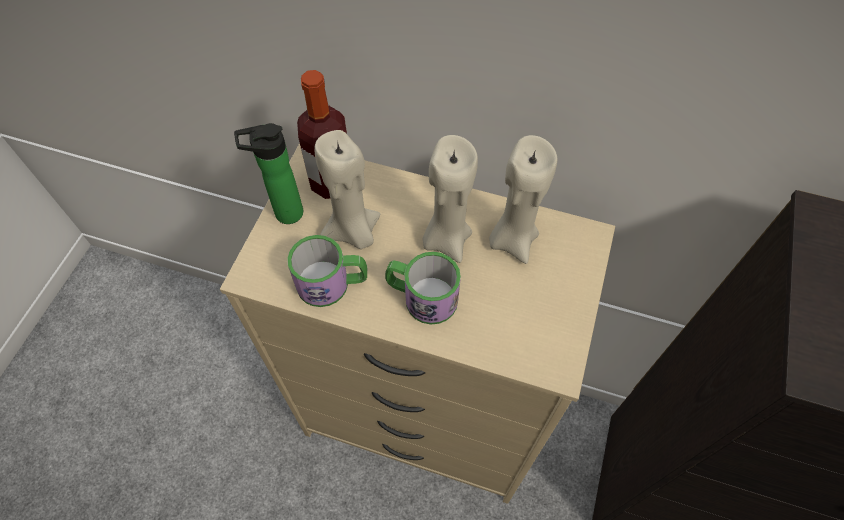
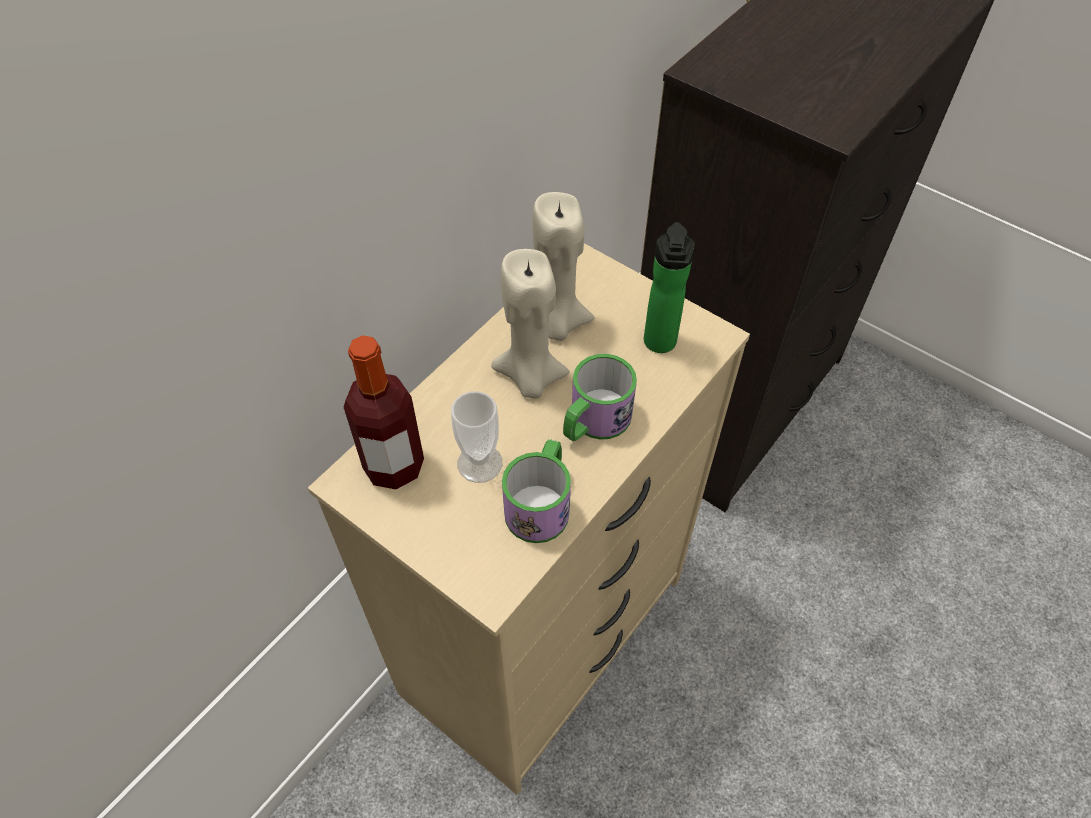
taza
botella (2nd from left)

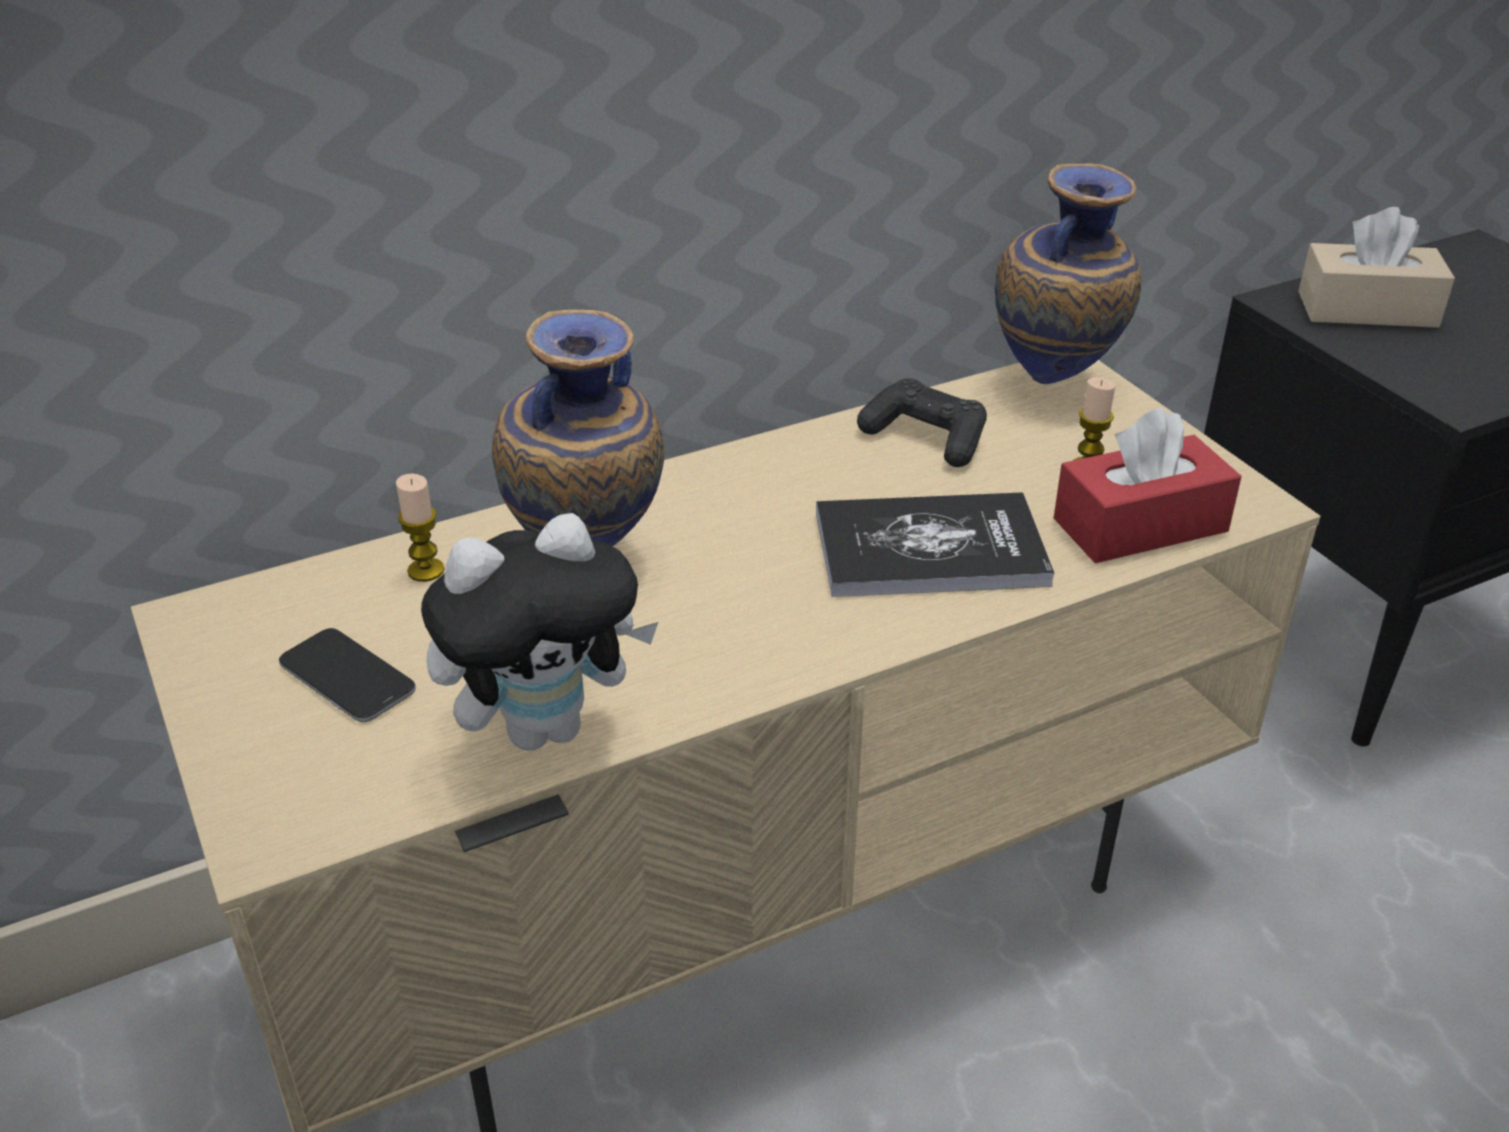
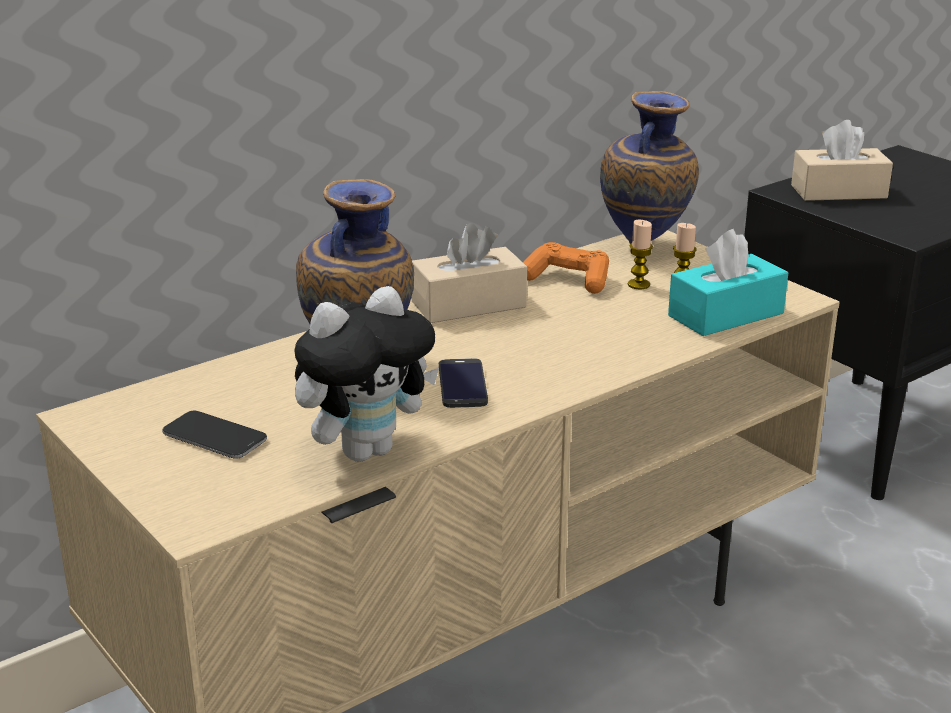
caja de pañuelos [beis] (1st from left)
móvil (2nd from left)
mando de consola [naranja]
vela (1st from left)
caja de pañuelos [turquesa]
libro

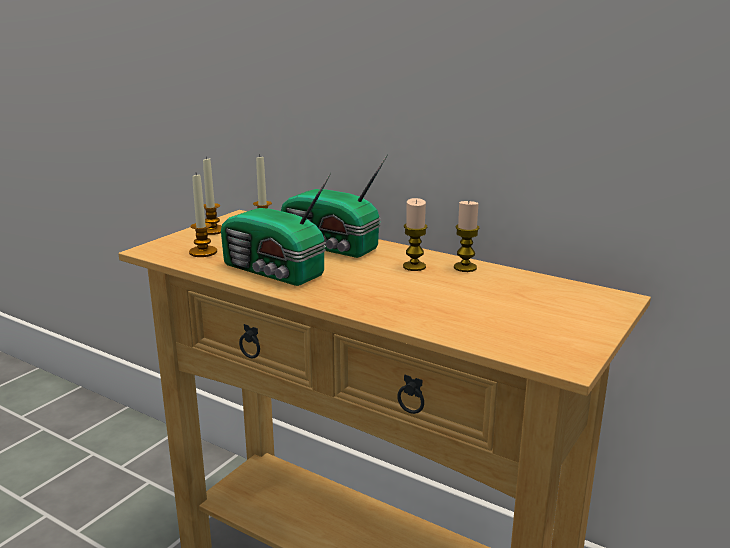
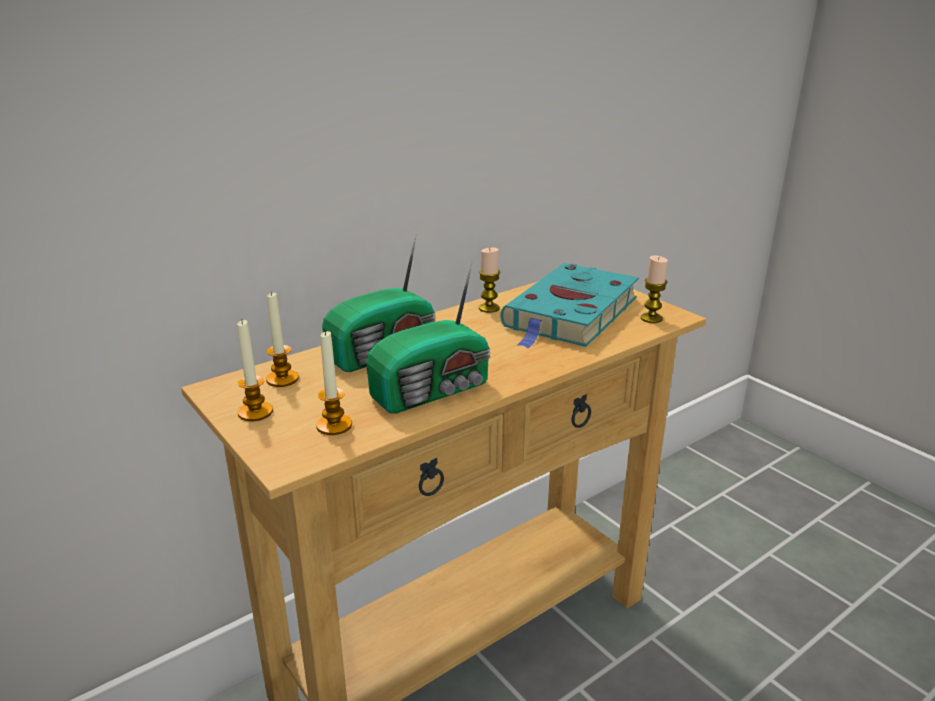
libro [turquesa]
vela (5th from left)

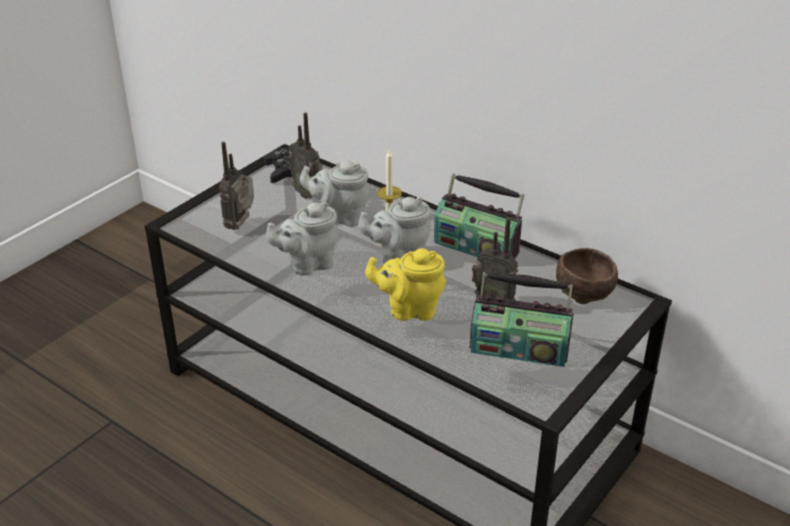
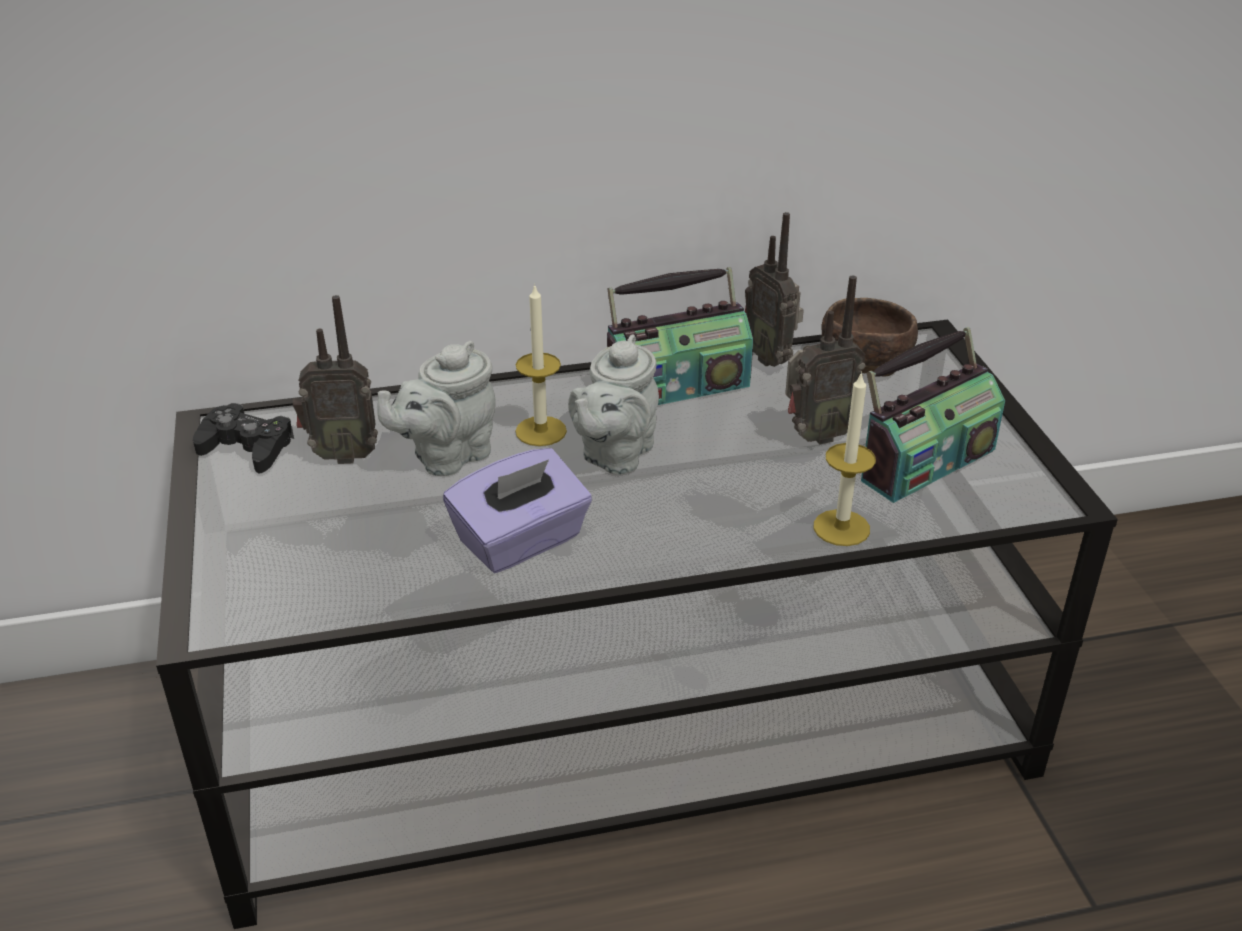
caja de pañuelos [morado]
radio (3rd from left)
vela (2nd from left)
tetera [amarillo]

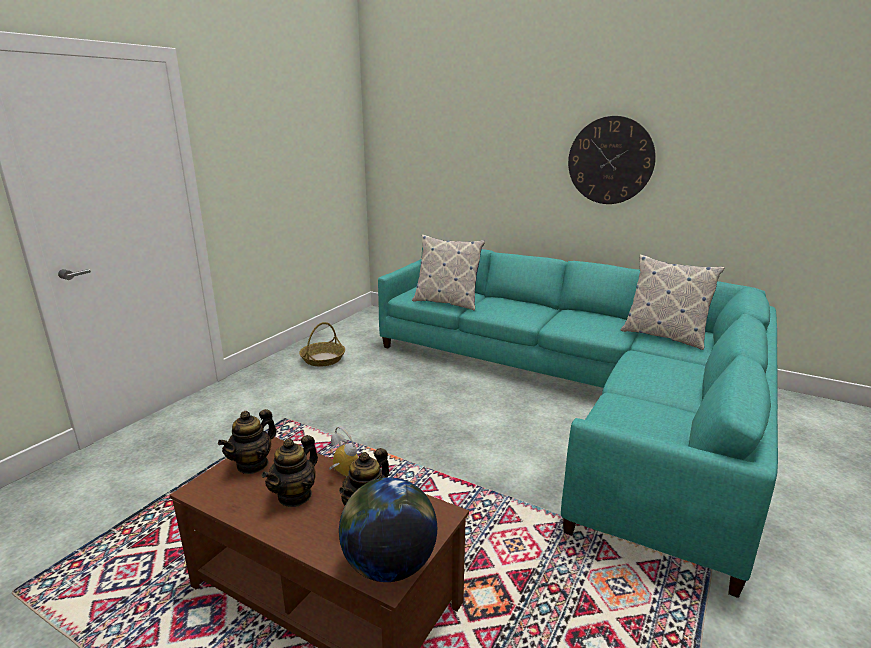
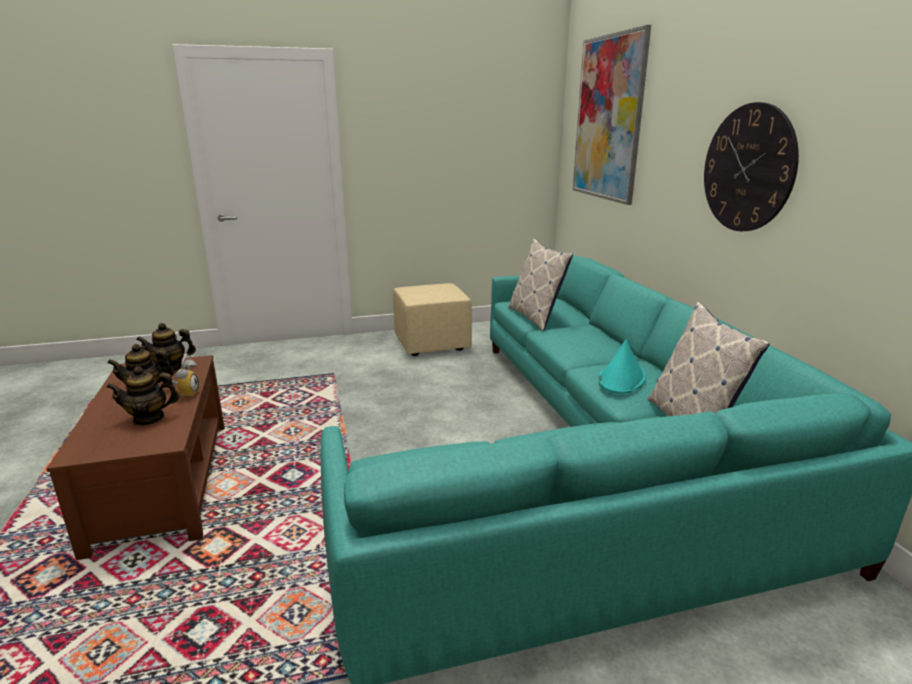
puf [beis]
cuadro
sombrero [turquesa]
globo terráqueo

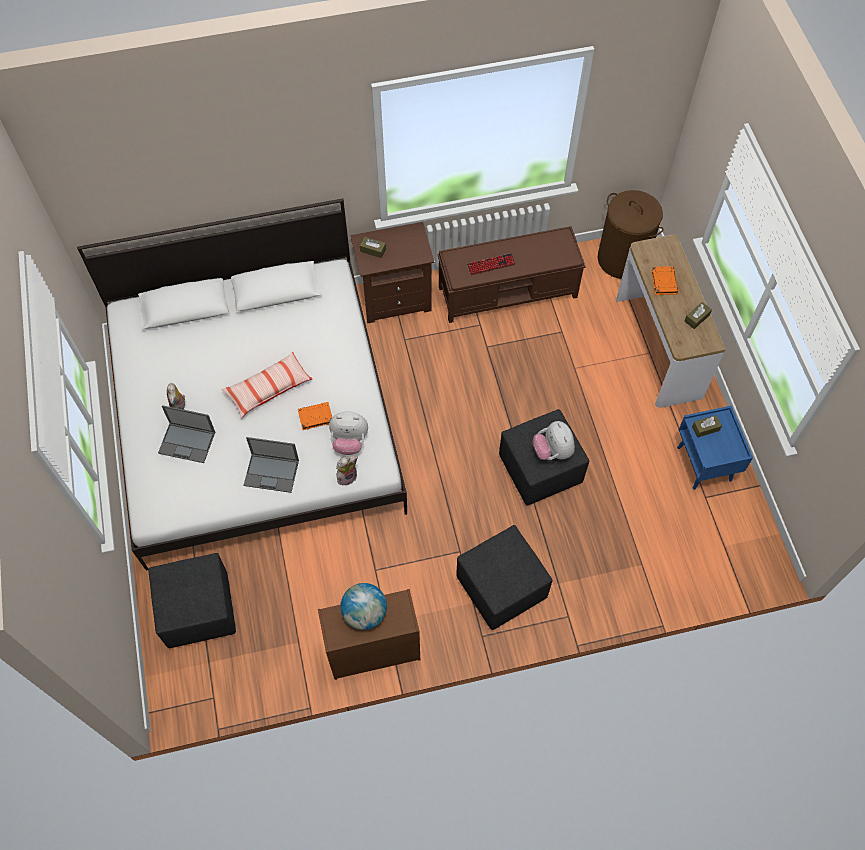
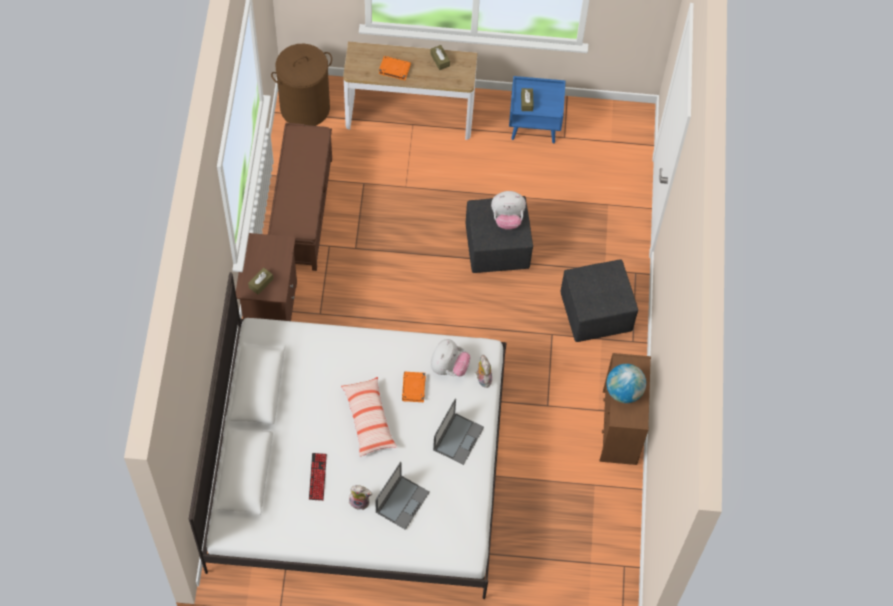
teclado
puf [negro] (1st from left in the first image)

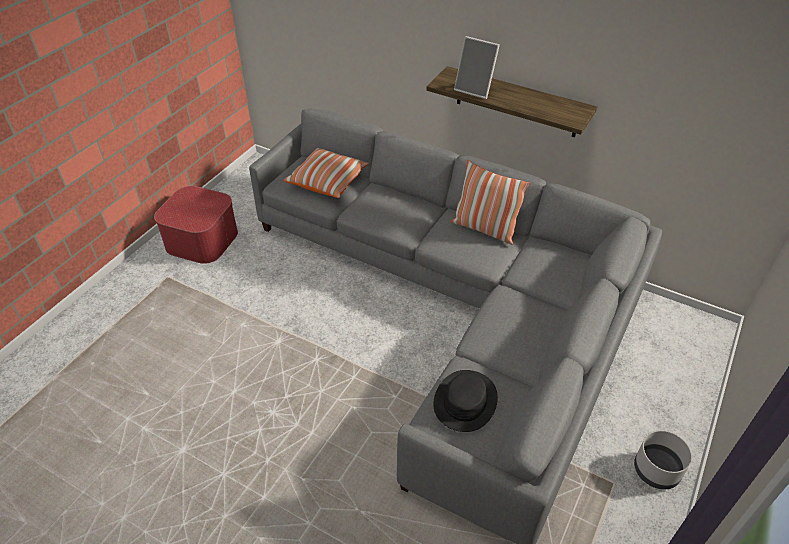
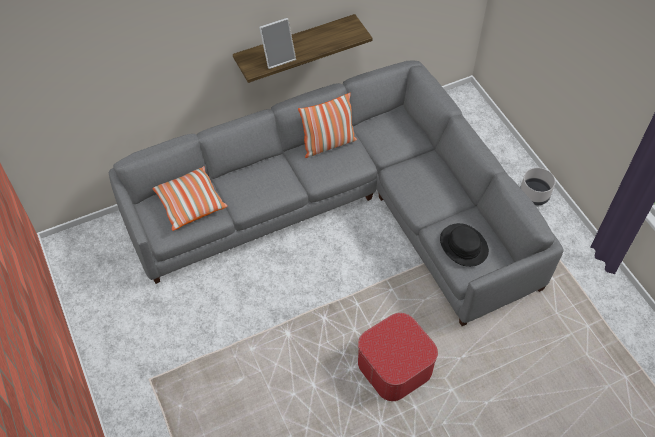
puf

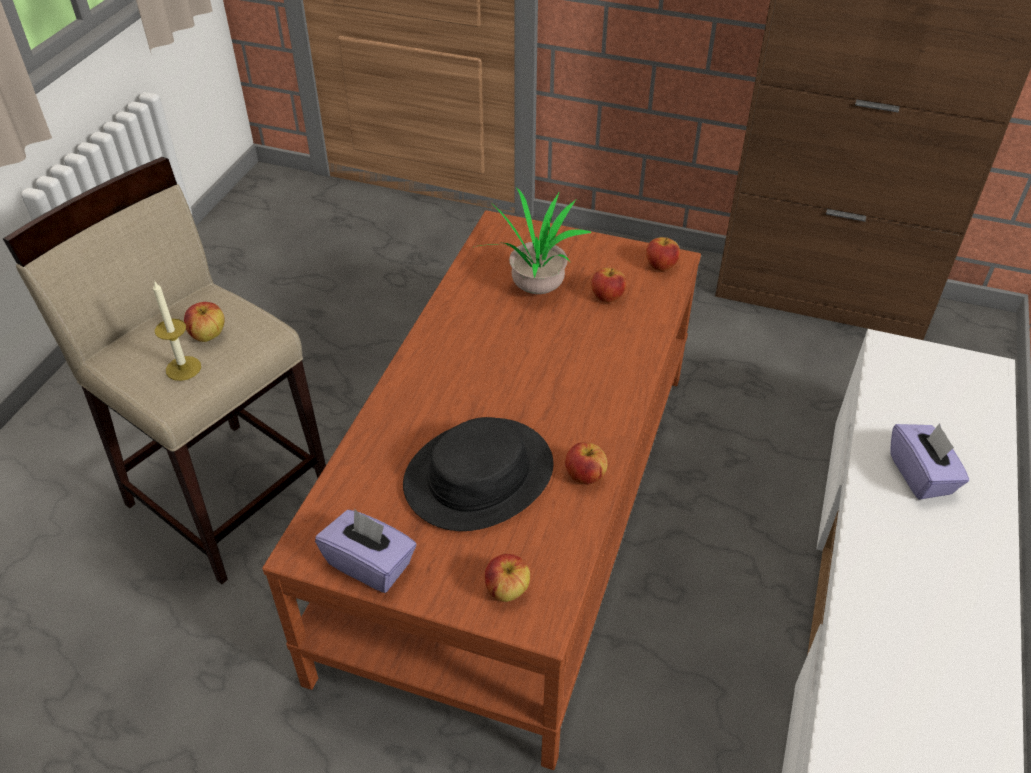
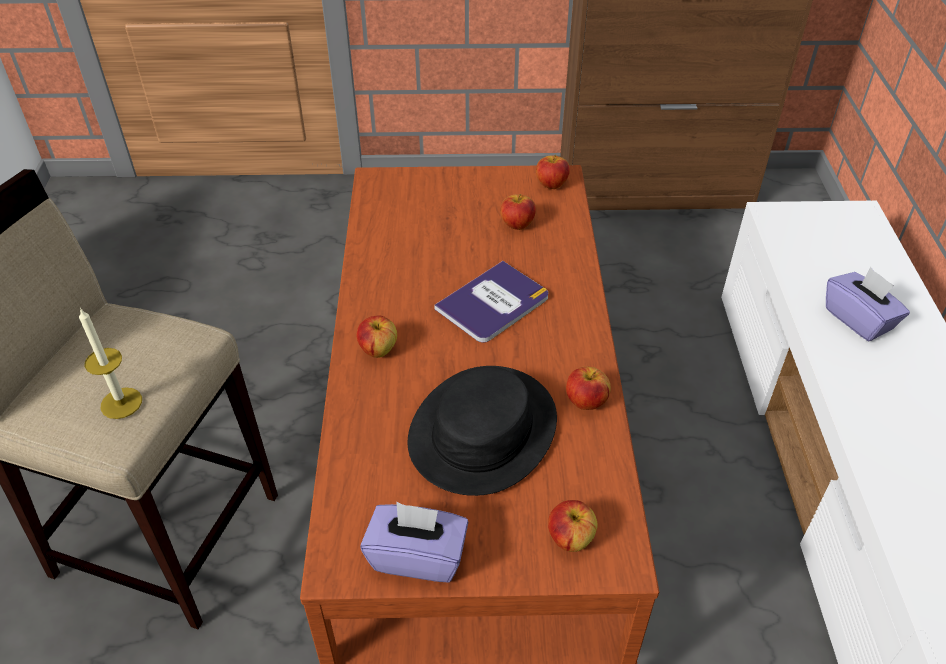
manzana (1st from left)
libro
planta en maceta

